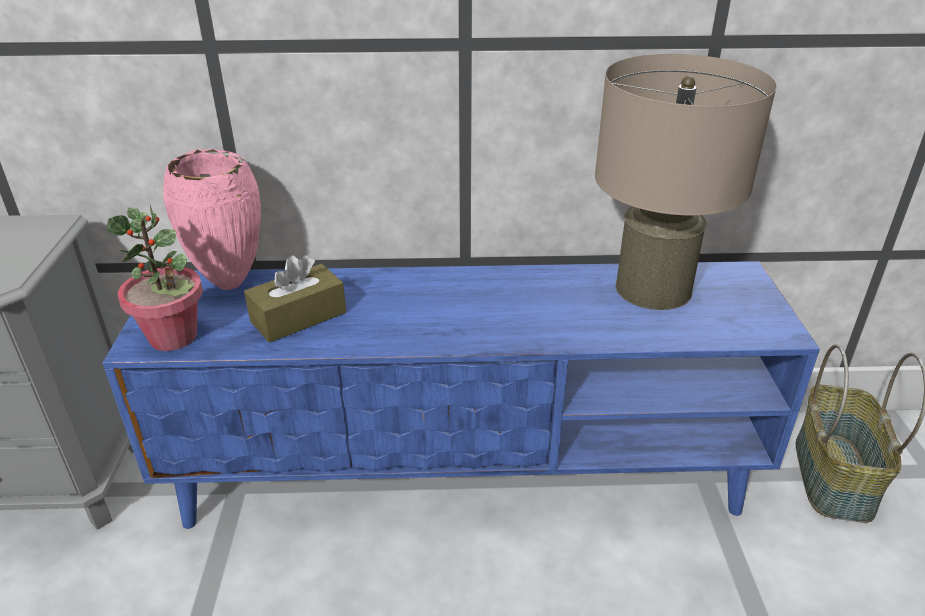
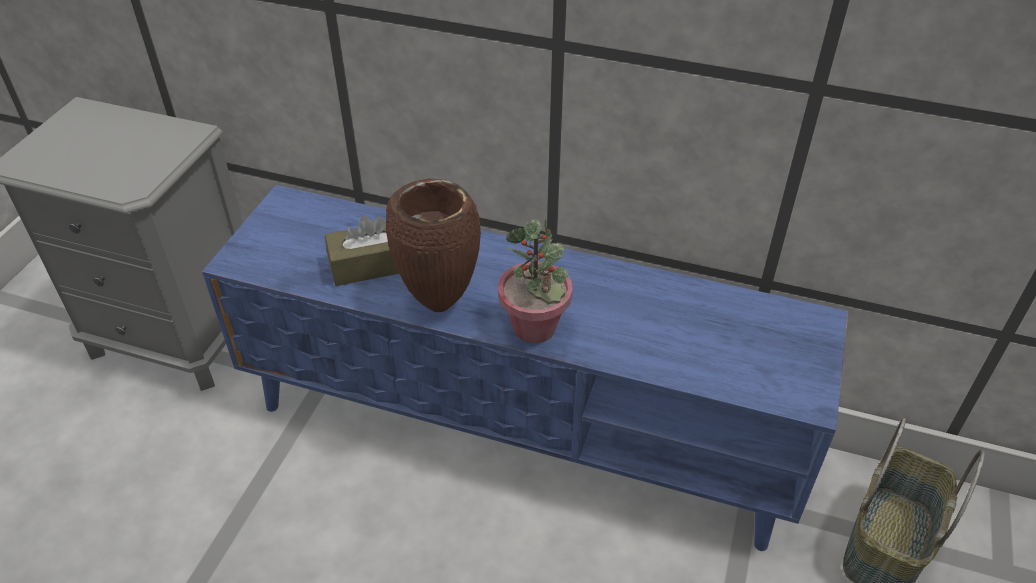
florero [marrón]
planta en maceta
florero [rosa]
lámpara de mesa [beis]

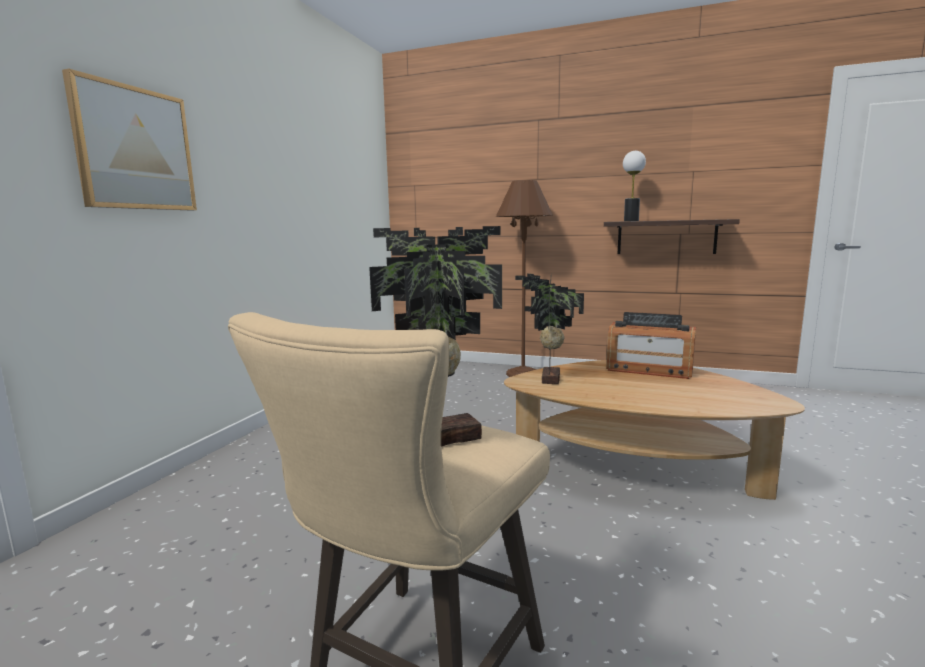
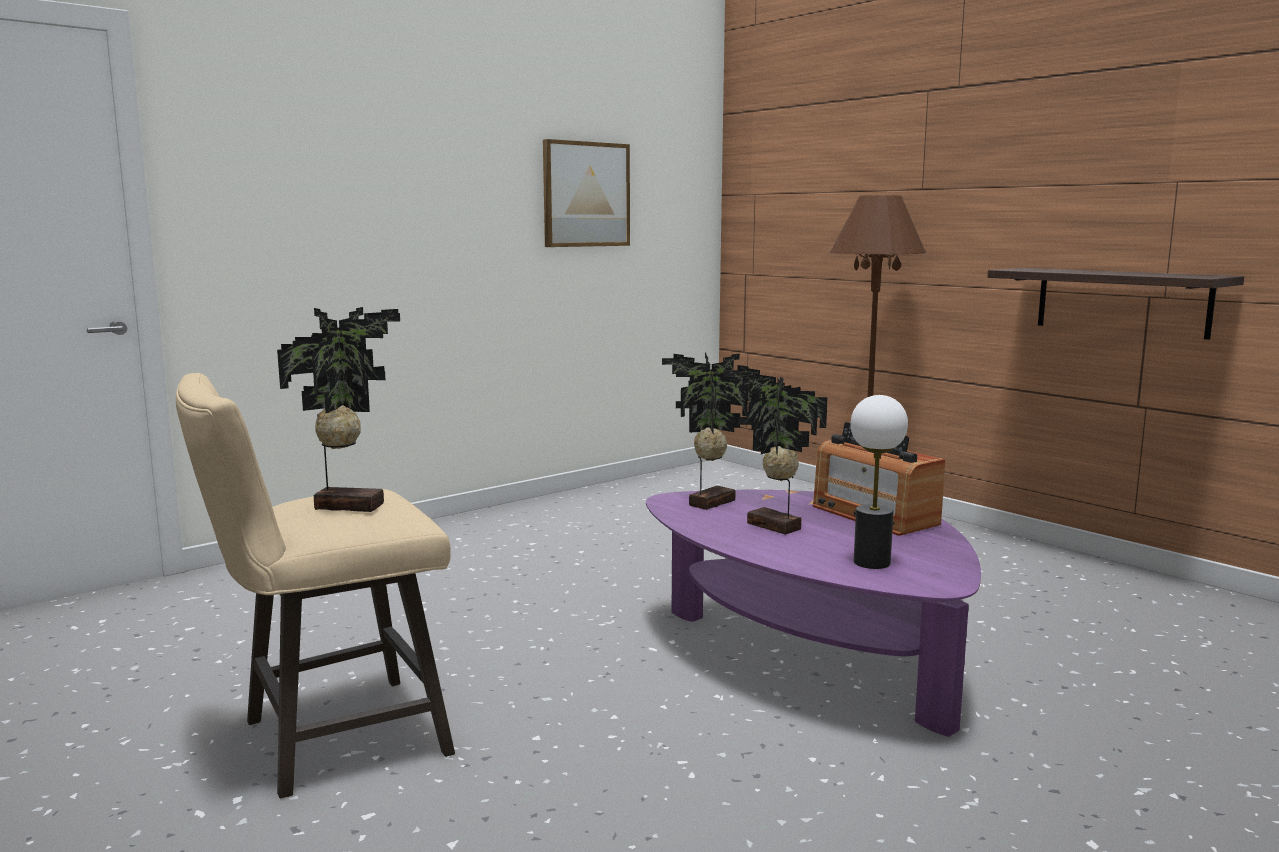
cuadro
mesa de centro [morado]
planta en maceta (3rd from left)
lámpara de mesa

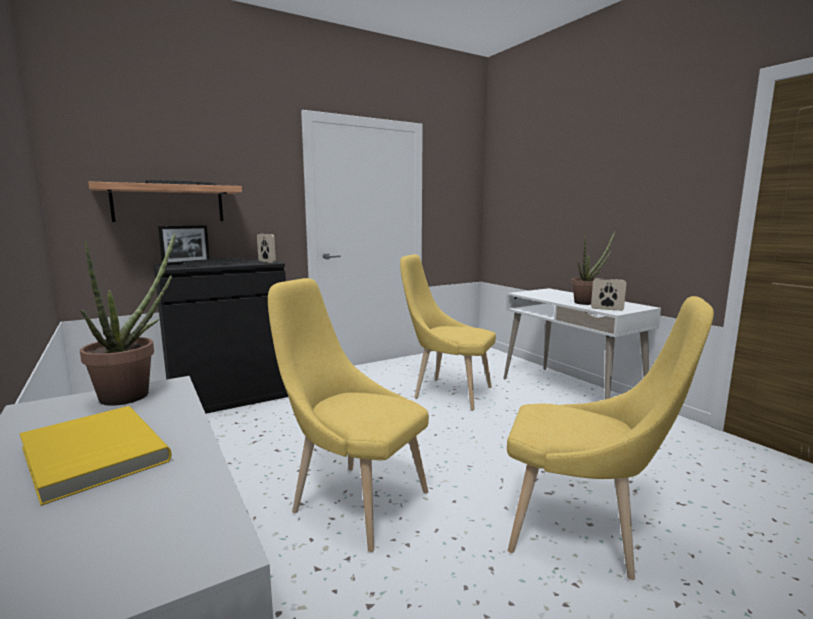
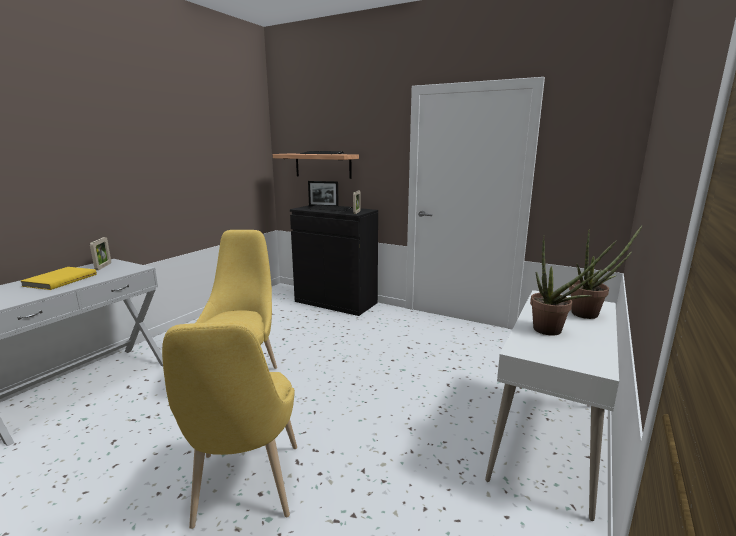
portarretratos (1st from left)
planta en maceta (2nd from left)
silla [amarillo] (2nd from left in the first image)

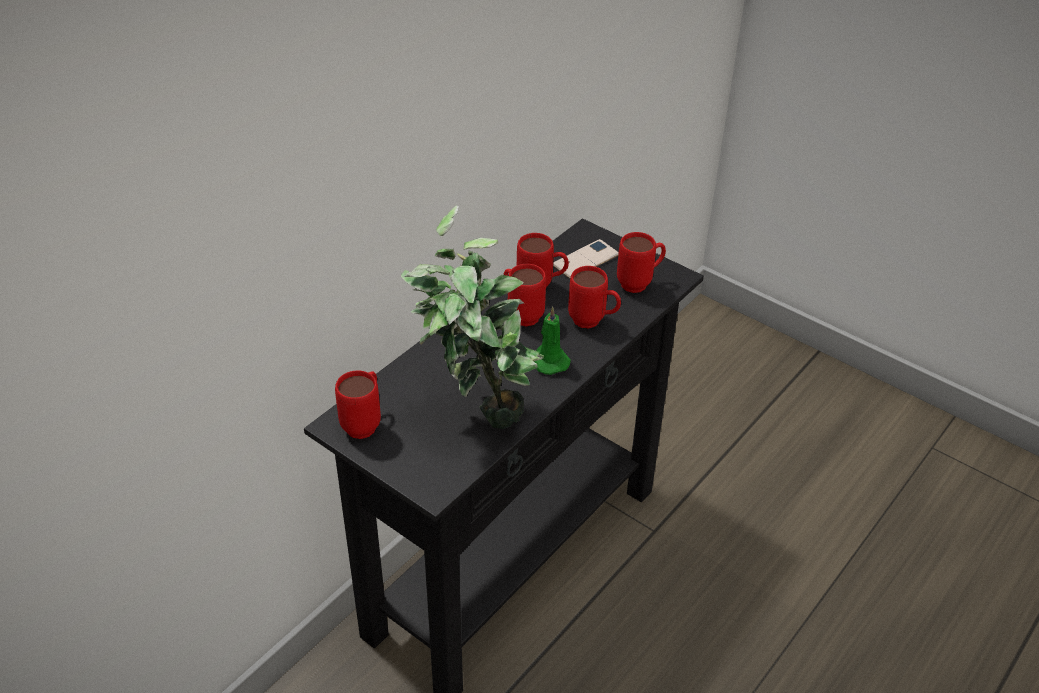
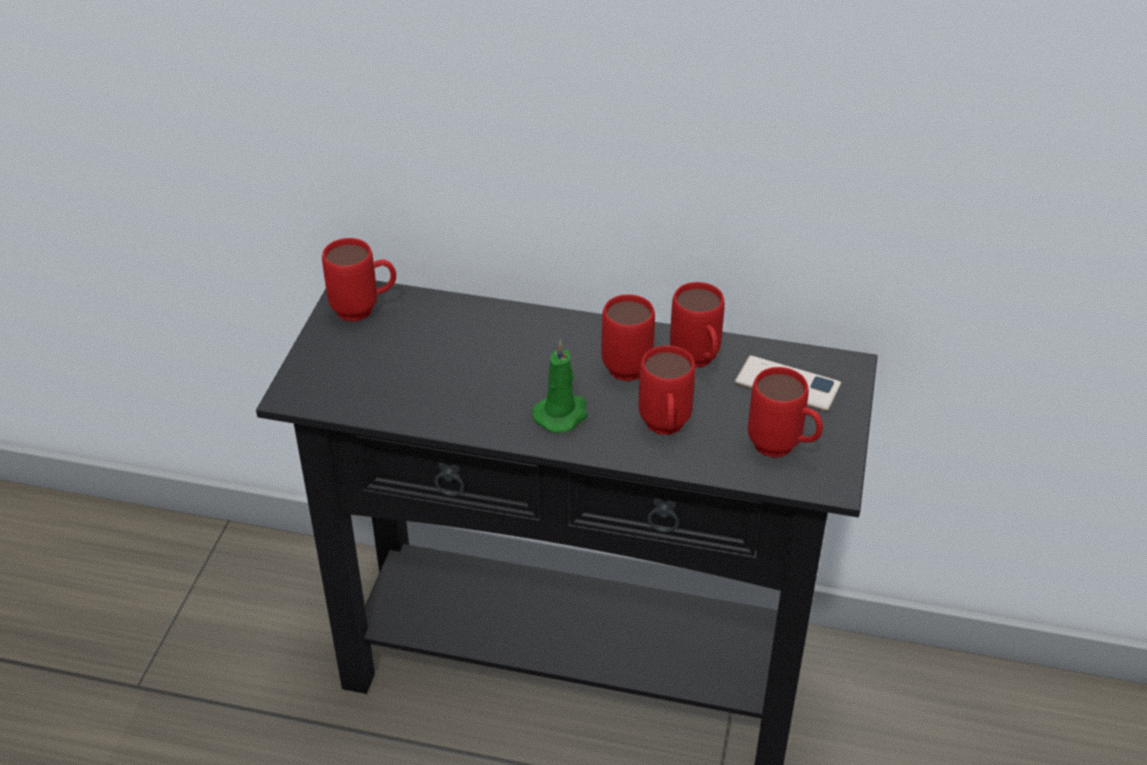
planta en maceta

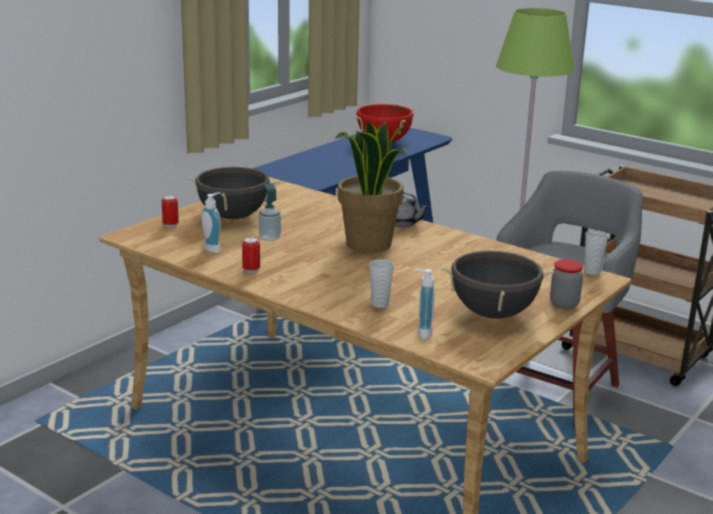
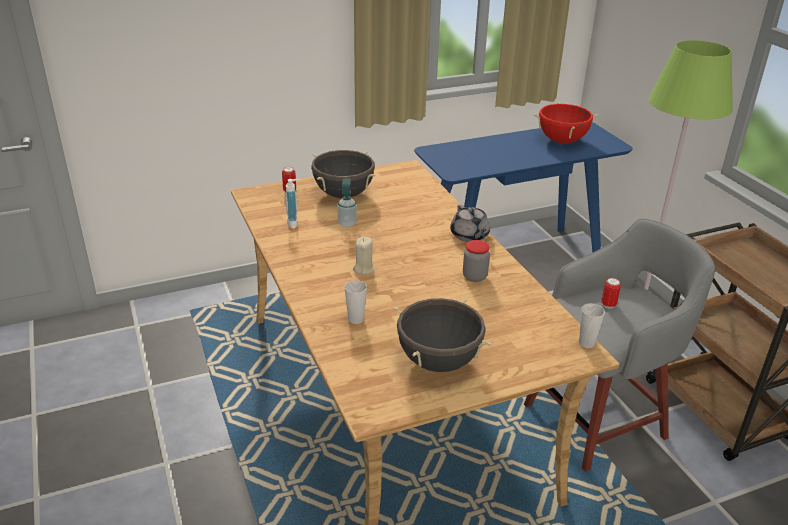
vela [beis]
tarro
lata (2nd from left)
planta en maceta
dispensador de jabón (3rd from left in the first image)

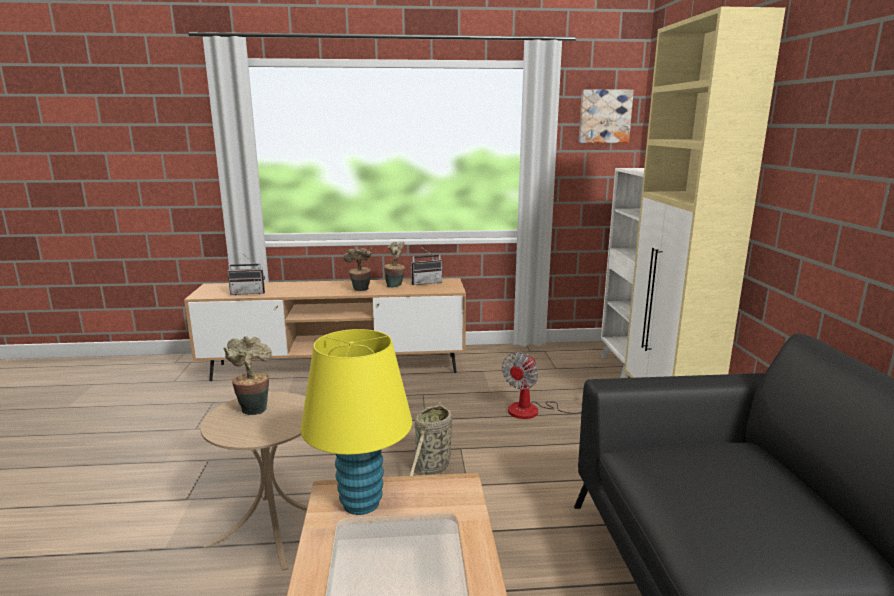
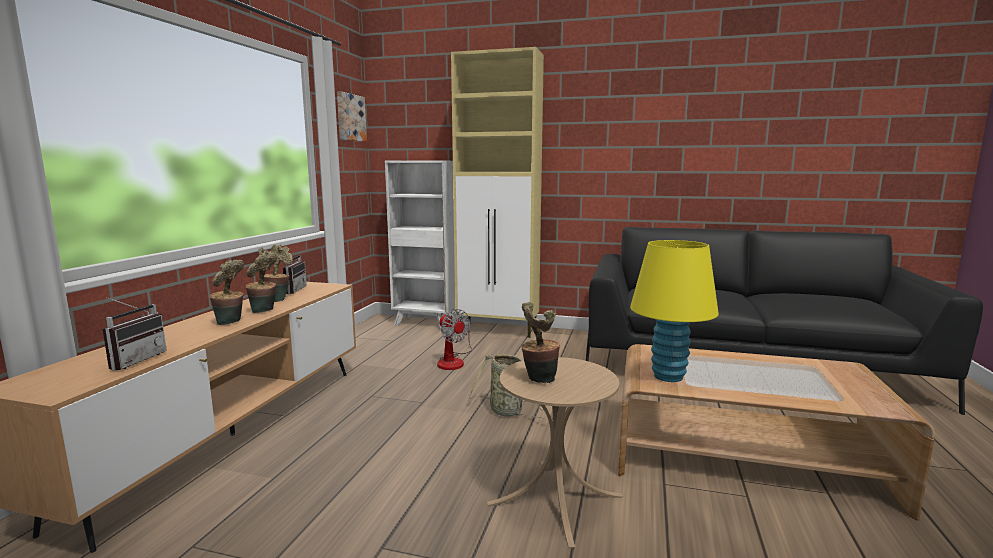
planta en maceta (1st from left)

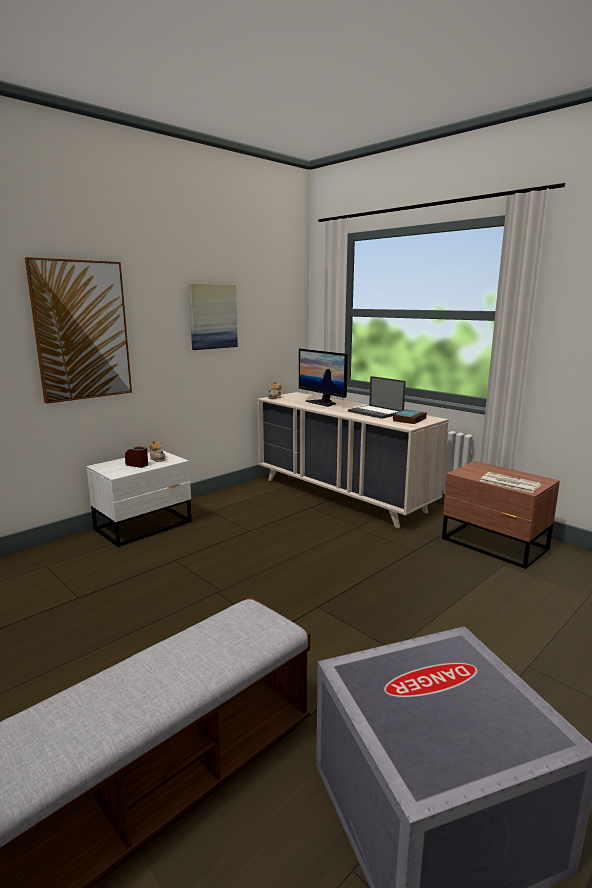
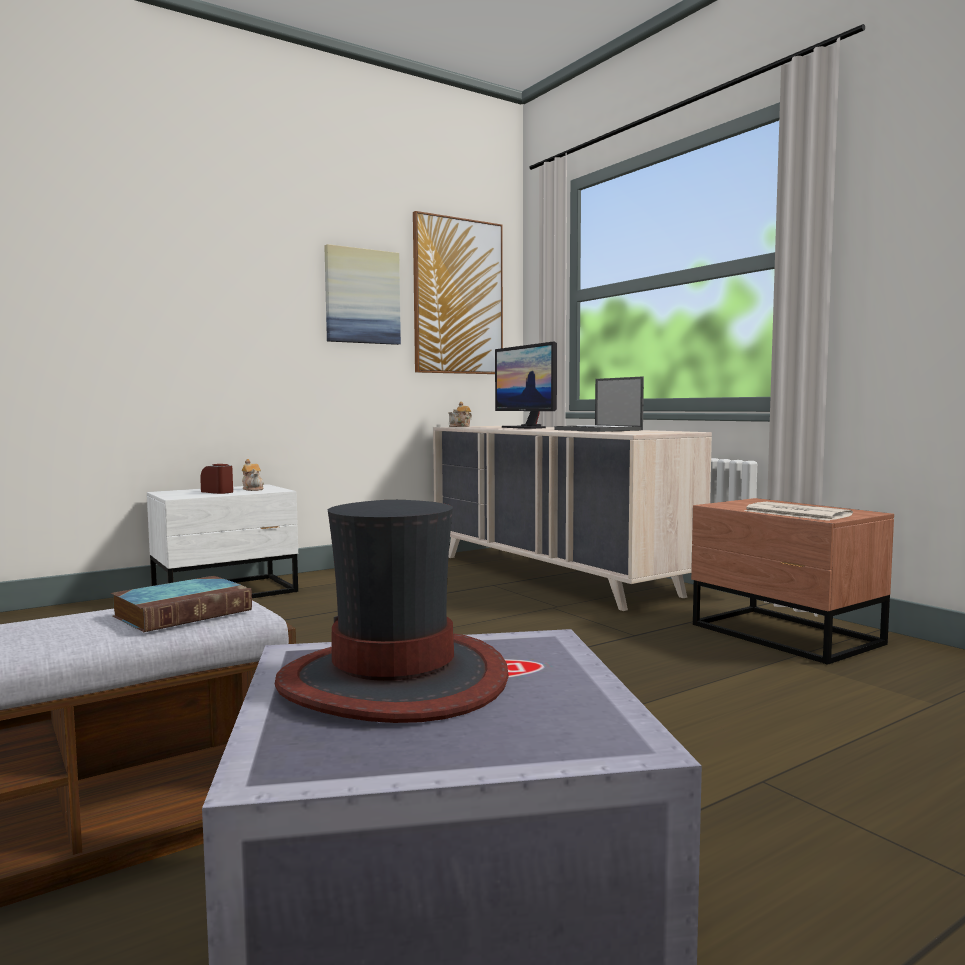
libro
sombrero
cuadro (2nd from left)

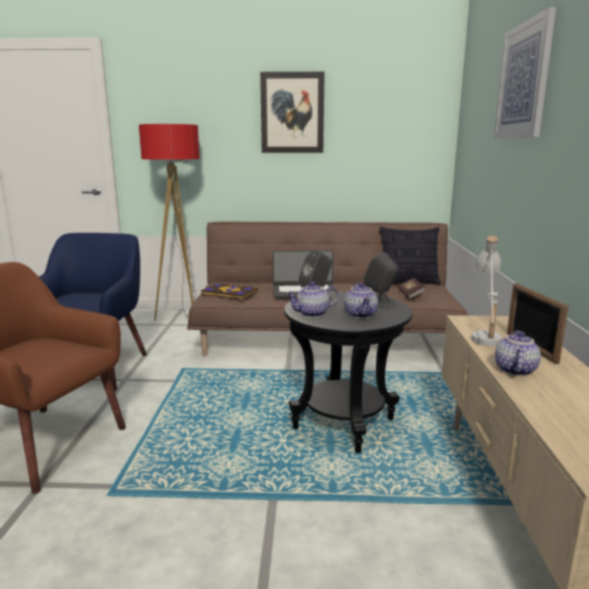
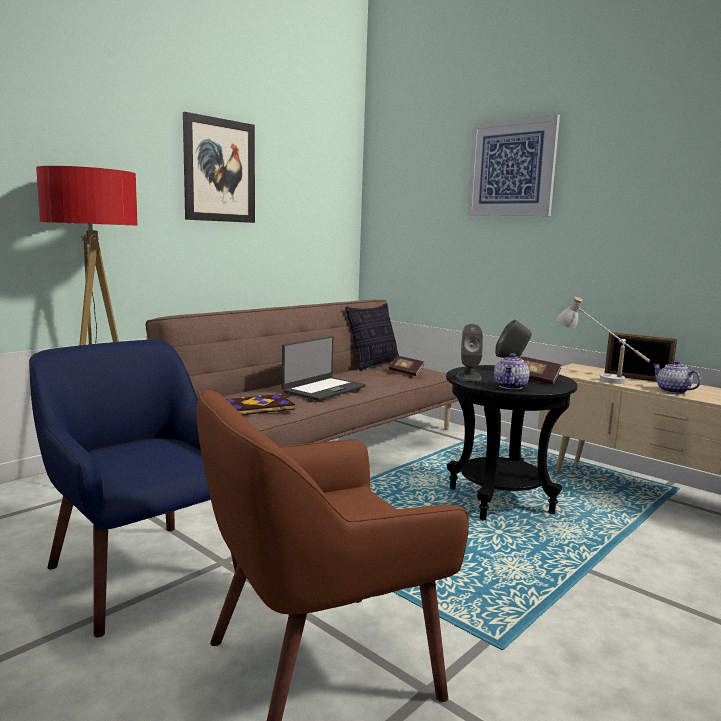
libro (3rd from left)

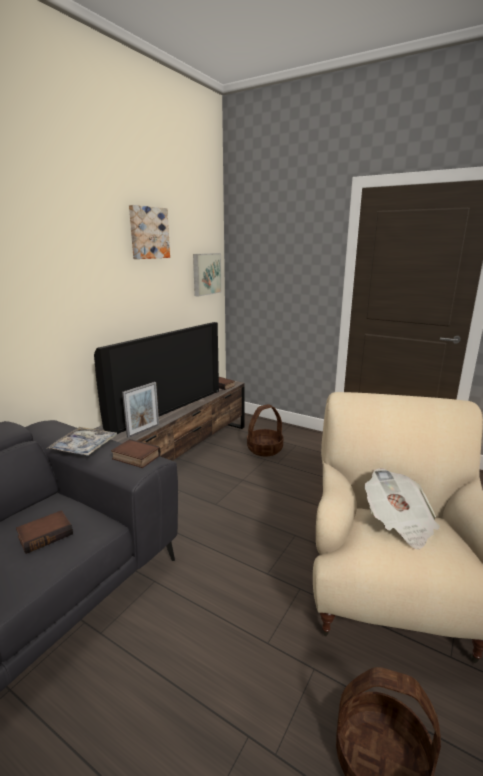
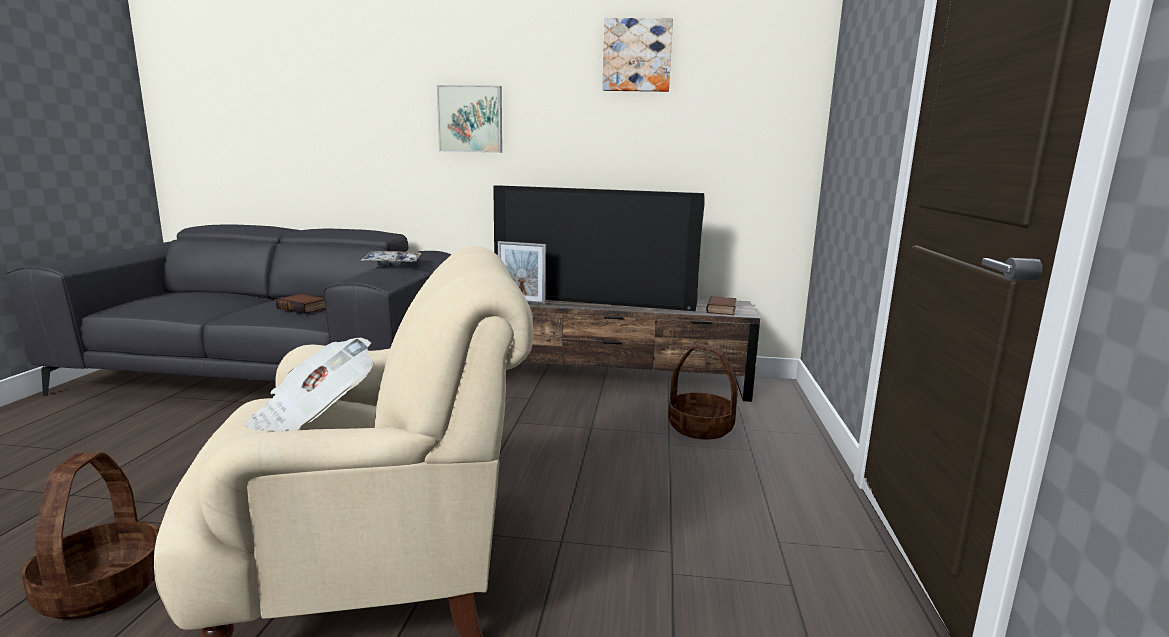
cuadro (1st from left)
libro (2nd from left in the first image)

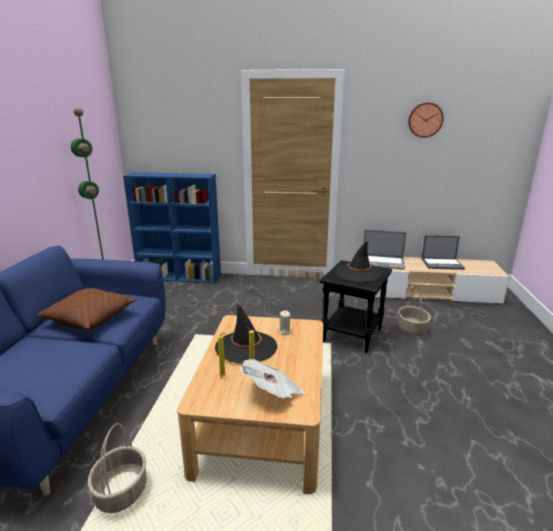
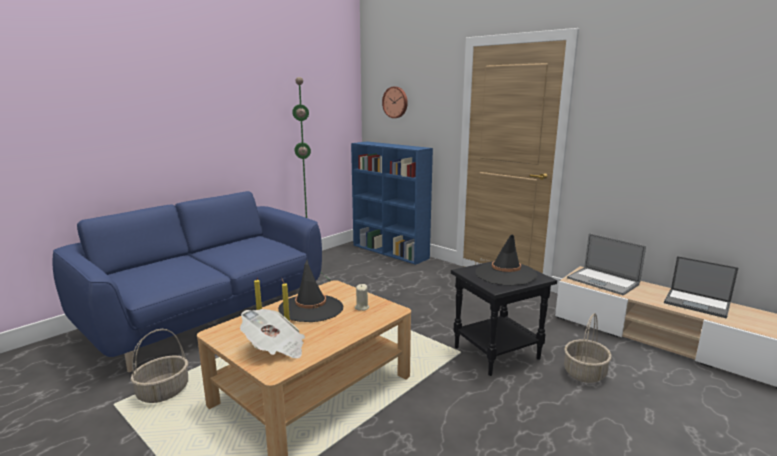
reloj de pared
cojín [marrón]

